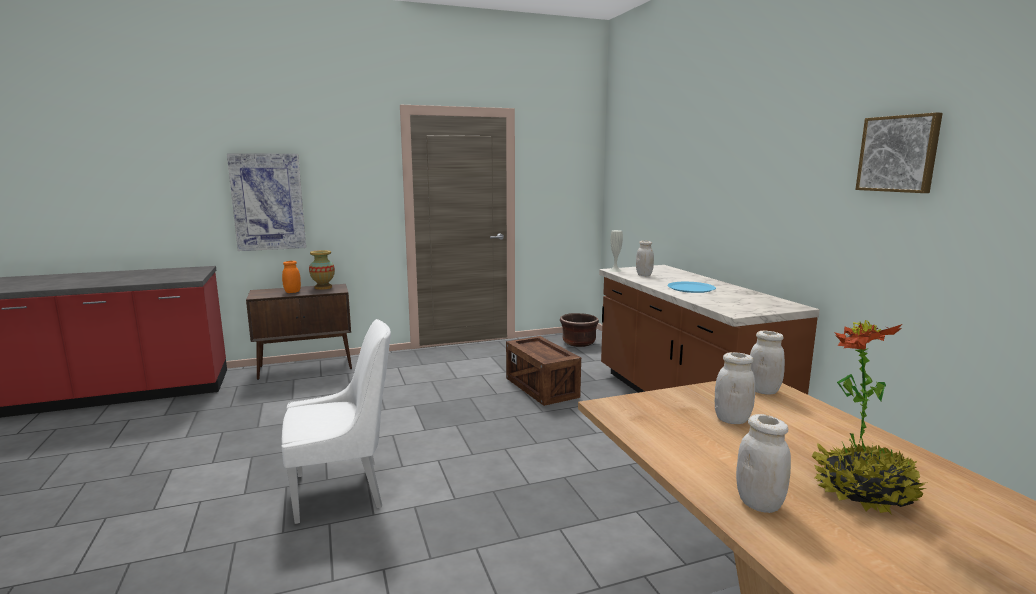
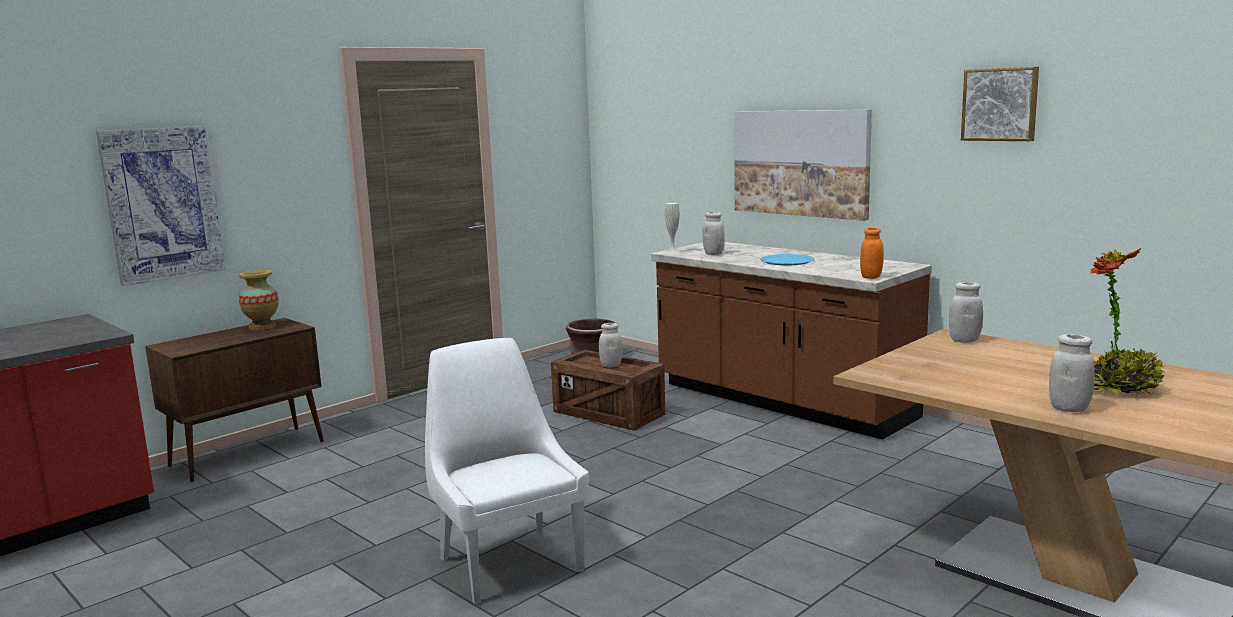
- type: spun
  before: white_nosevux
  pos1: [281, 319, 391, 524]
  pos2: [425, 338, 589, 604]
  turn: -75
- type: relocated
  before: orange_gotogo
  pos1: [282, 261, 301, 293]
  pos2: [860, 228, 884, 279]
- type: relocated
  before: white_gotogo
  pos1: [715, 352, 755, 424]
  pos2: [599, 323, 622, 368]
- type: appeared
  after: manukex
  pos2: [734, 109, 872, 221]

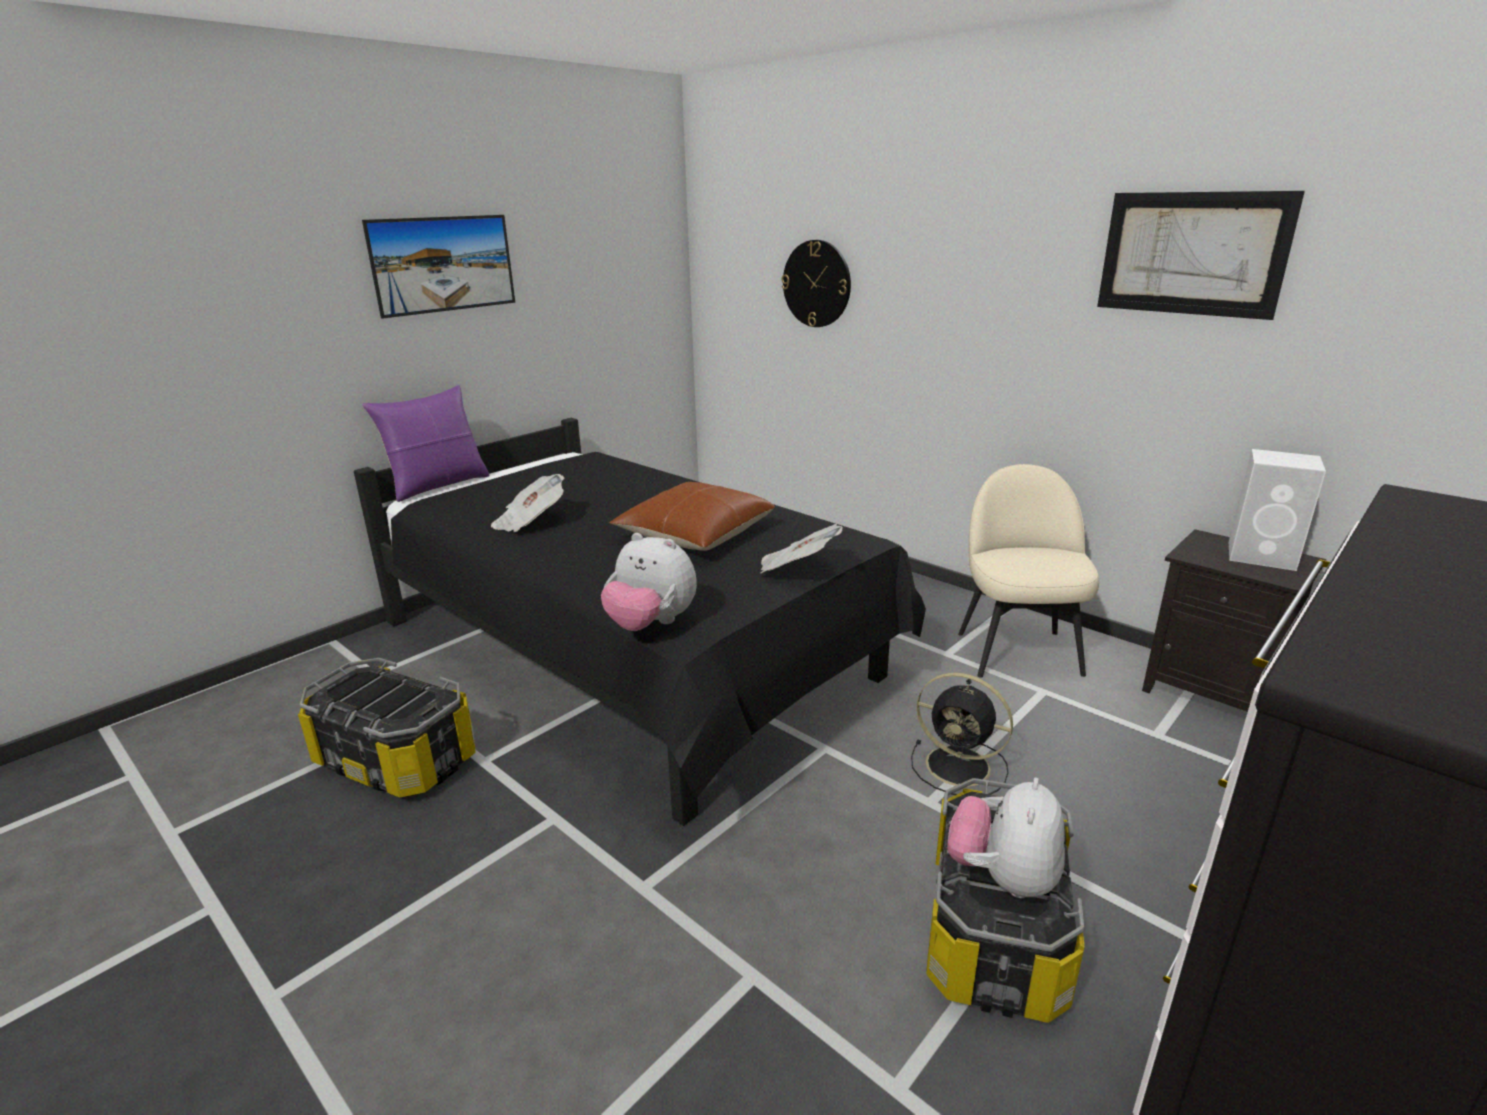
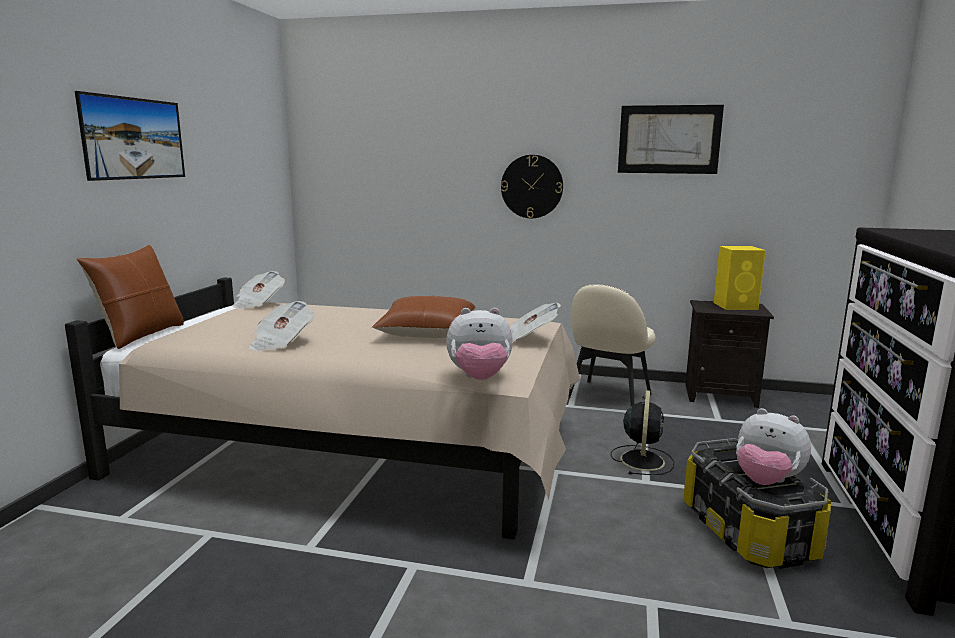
- type: missing
  before: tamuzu
  pos1: [298, 658, 475, 797]
- type: colour
  before: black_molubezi
  after: beige_molubezi
  pos1: [354, 418, 926, 826]
  pos2: [65, 278, 580, 540]
- type: colour
  before: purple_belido
  after: brown_belido
  pos1: [362, 385, 490, 502]
  pos2: [77, 245, 184, 349]
- type: relocated
  before: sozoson
  pos1: [782, 240, 851, 327]
  pos2: [501, 155, 563, 218]
- type: spun
  before: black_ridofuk
  pos1: [911, 673, 1013, 795]
  pos2: [611, 390, 674, 475]
  turn: -75
- type: spun
  before: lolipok
  pos1: [947, 777, 1065, 898]
  pos2: [736, 408, 811, 485]
  turn: -45
- type: spun
  before: beige_nosevux
  pos1: [958, 464, 1099, 678]
  pos2: [568, 285, 656, 406]
  turn: -120
- type: colour
  before: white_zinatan
  after: yellow_zinatan
  pos1: [1229, 449, 1326, 571]
  pos2: [714, 246, 766, 310]
- type: appeared
  after: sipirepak
  pos2: [233, 271, 285, 309]

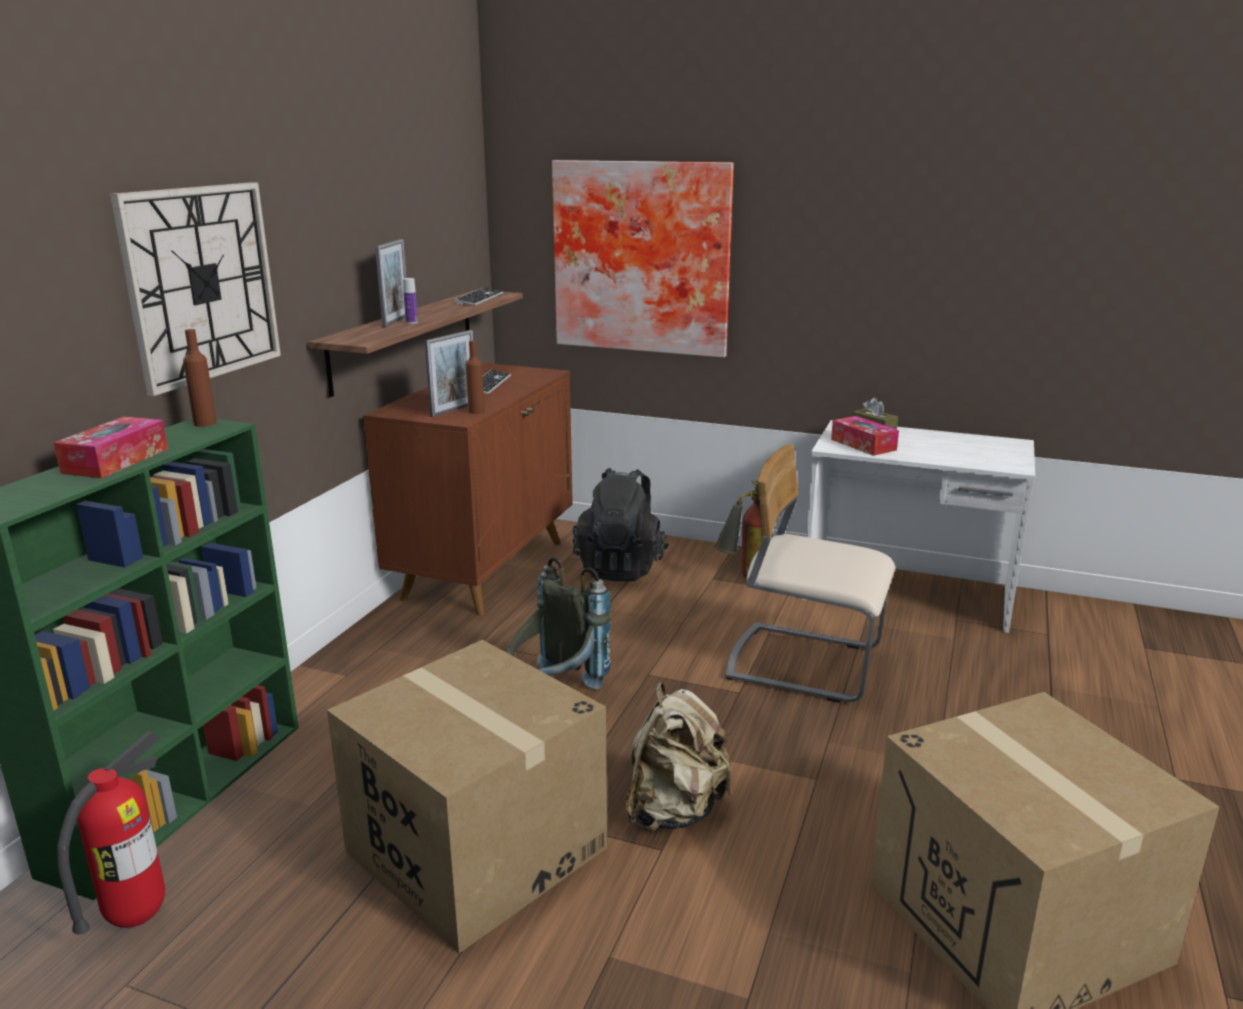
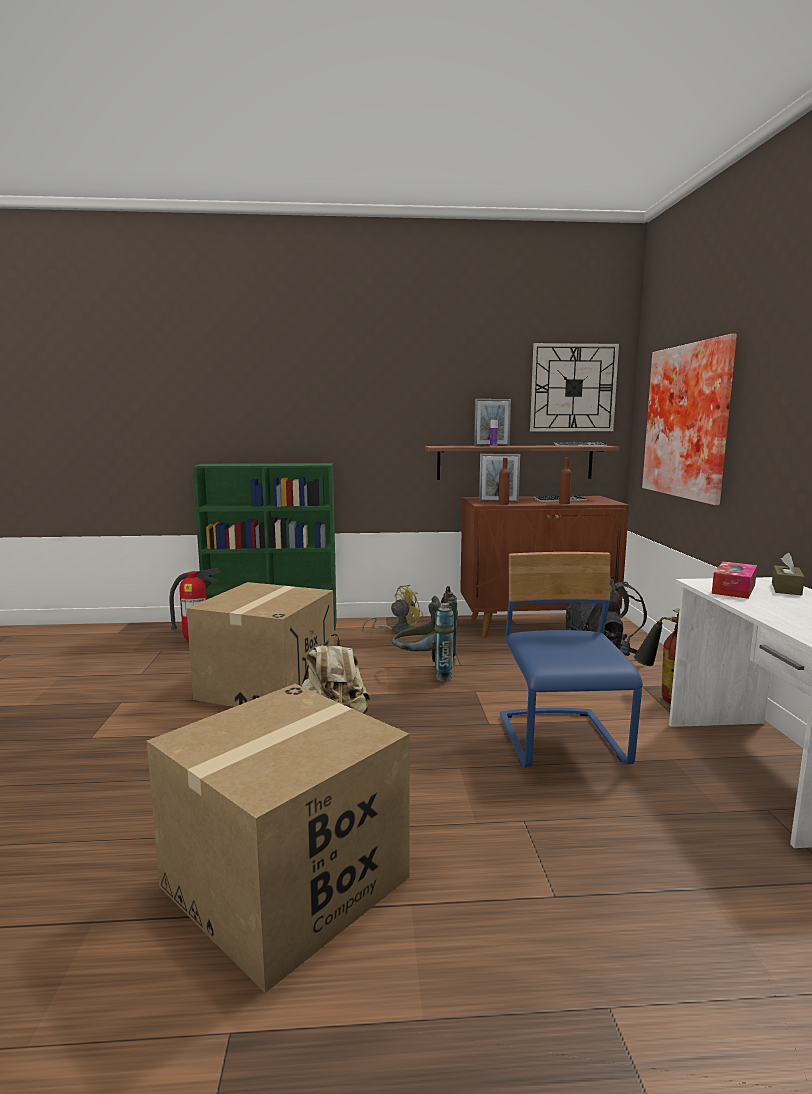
- type: missing
  before: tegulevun
  pos1: [54, 416, 168, 478]
- type: relocated
  before: sozoson
  pos1: [110, 182, 281, 396]
  pos2: [530, 343, 619, 431]
- type: relocated
  before: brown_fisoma
  pos1: [183, 329, 217, 427]
  pos2: [559, 458, 572, 504]
- type: colour
  before: beige_nosevux
  after: blue_nosevux
  pos1: [726, 444, 895, 703]
  pos2: [500, 552, 643, 768]
- type: appeared
  after: yellow_ridofuk
  pos2: [362, 585, 423, 634]

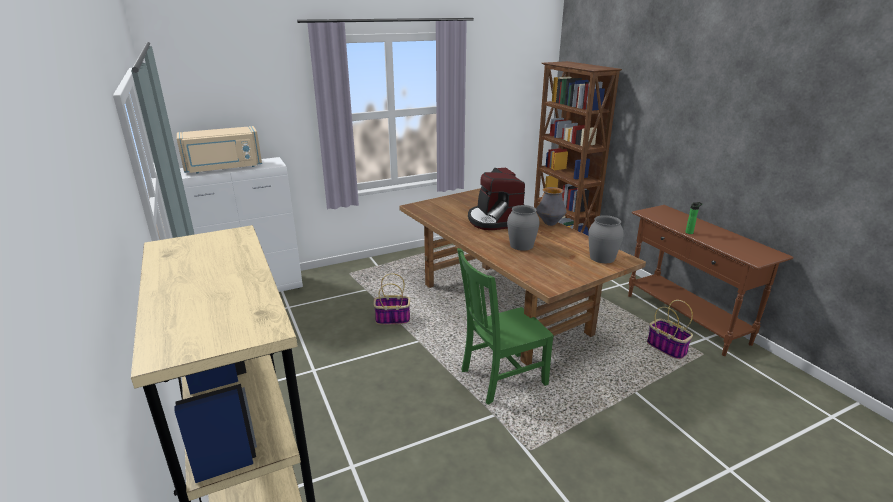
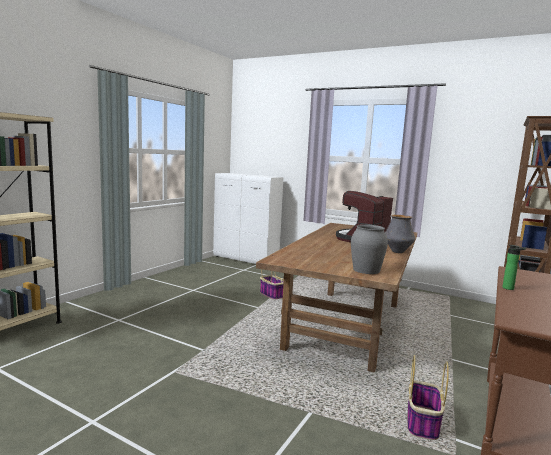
- type: missing
  before: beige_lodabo
  pos1: [177, 126, 262, 173]
- type: missing
  before: green_nosevux
  pos1: [457, 248, 554, 405]
- type: missing
  before: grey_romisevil
  pos1: [507, 205, 540, 251]

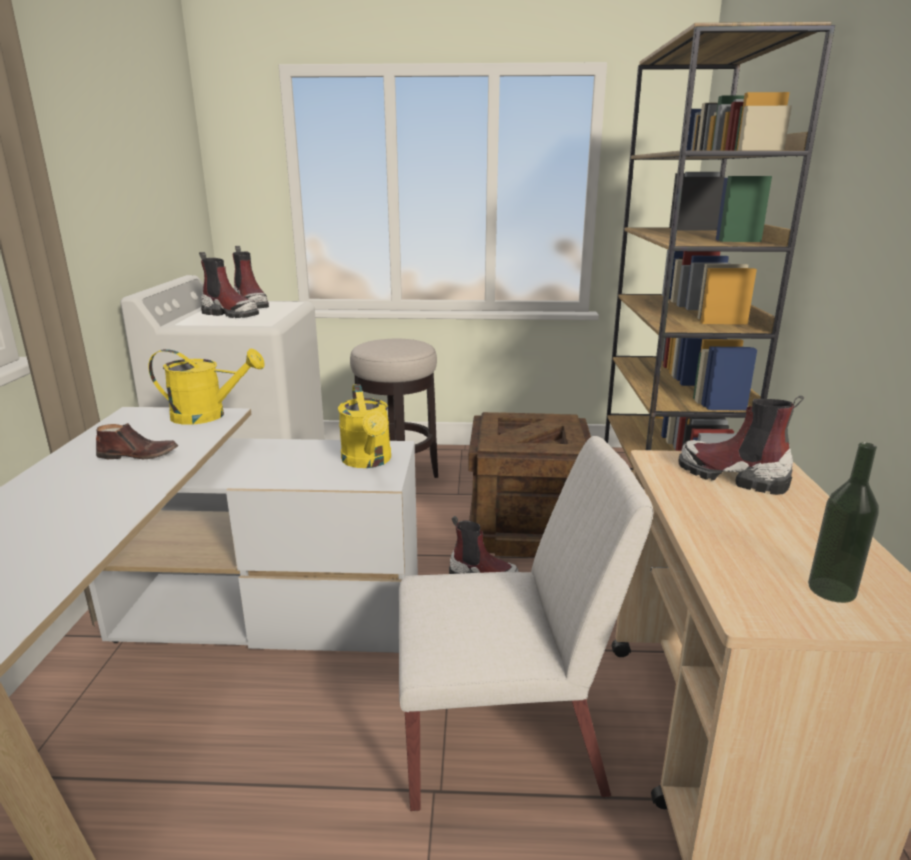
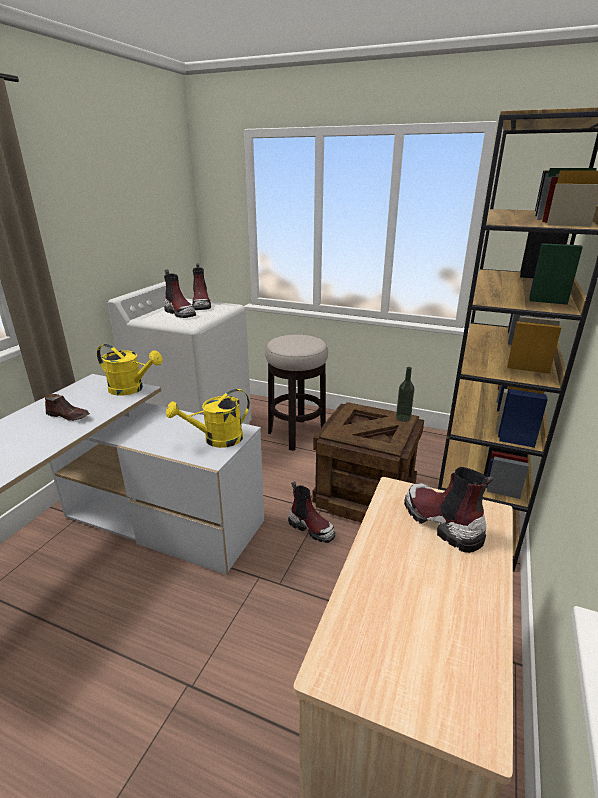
- type: spun
  before: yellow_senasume
  pos1: [338, 384, 391, 468]
  pos2: [166, 389, 250, 448]
  turn: 60
- type: missing
  before: white_nosevux
  pos1: [399, 436, 653, 811]
- type: relocated
  before: fisoma
  pos1: [808, 442, 879, 603]
  pos2: [396, 367, 415, 422]

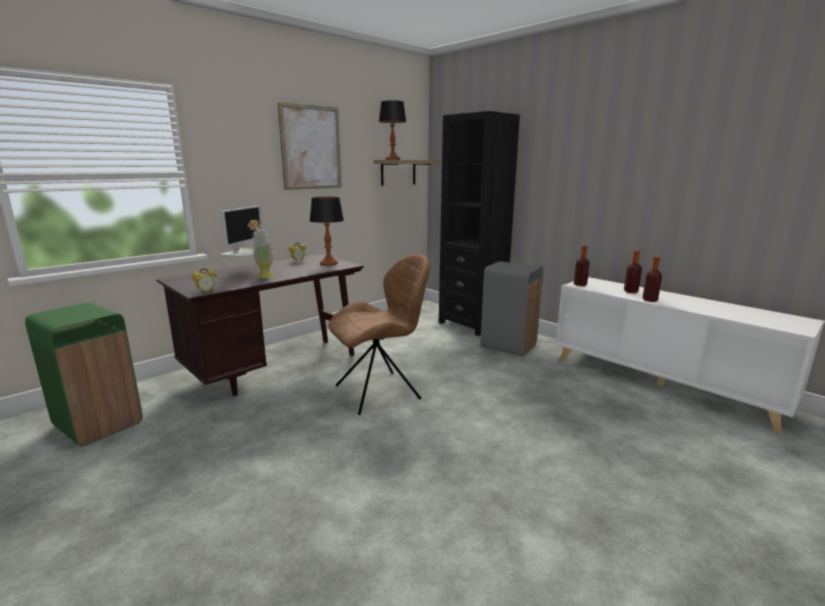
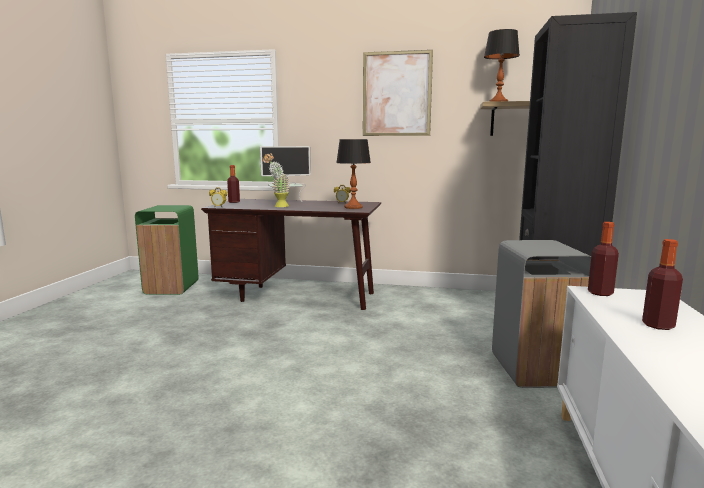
- type: missing
  before: brown_nosevux
  pos1: [328, 254, 430, 415]
- type: relocated
  before: fisoma
  pos1: [643, 256, 662, 302]
  pos2: [227, 165, 240, 203]

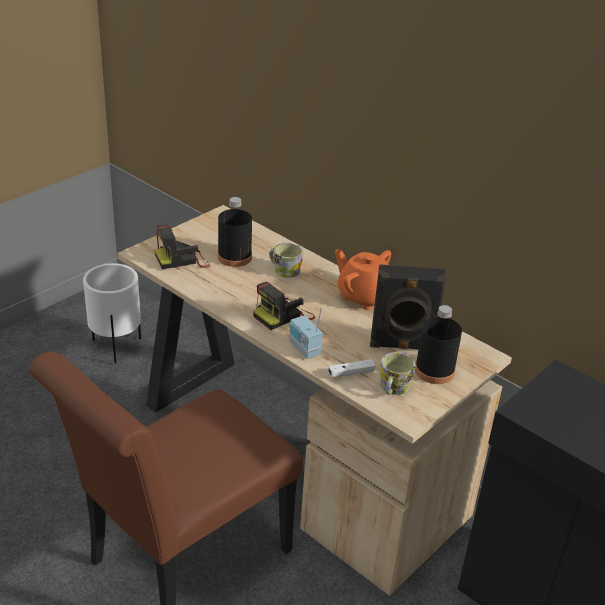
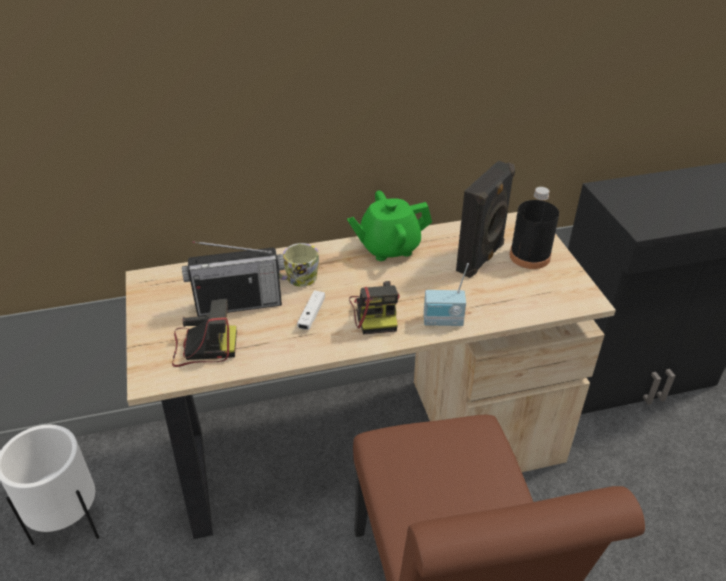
- type: spun
  before: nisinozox
  pos1: [155, 225, 210, 269]
  pos2: [172, 299, 237, 367]
  turn: -105
- type: exchanged
  before: black_fisoma
  after: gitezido
  pos1: [218, 197, 252, 267]
  pos2: [182, 241, 285, 316]
- type: relocated
  before: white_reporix
  pos1: [328, 359, 376, 377]
  pos2: [297, 291, 325, 330]
- type: colour
  before: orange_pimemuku
  after: green_pimemuku
  pos1: [335, 249, 391, 310]
  pos2: [347, 191, 432, 261]
- type: missing
  before: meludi
  pos1: [380, 352, 415, 395]

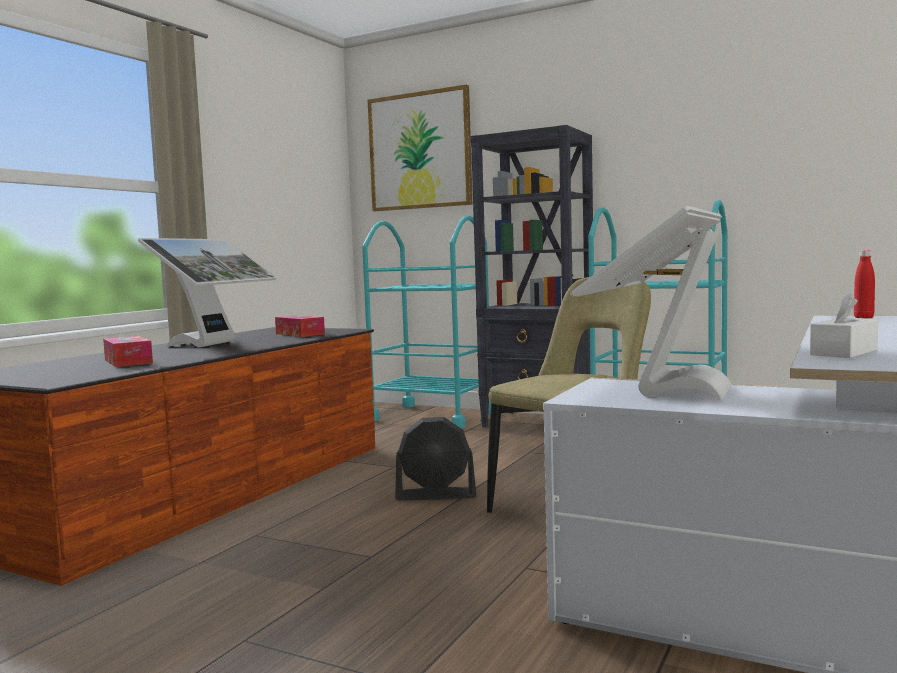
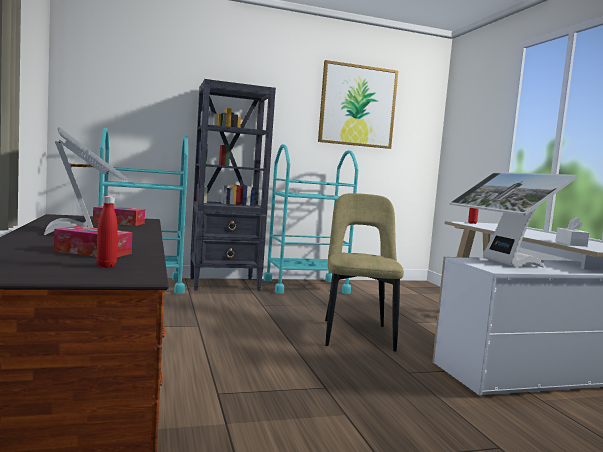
- type: relocated
  before: manukex
  pos1: [368, 84, 473, 211]
  pos2: [318, 60, 398, 149]
- type: missing
  before: black_ridofuk
  pos1: [395, 417, 476, 501]
- type: appeared
  after: red_fisoma
  pos2: [96, 196, 118, 268]

